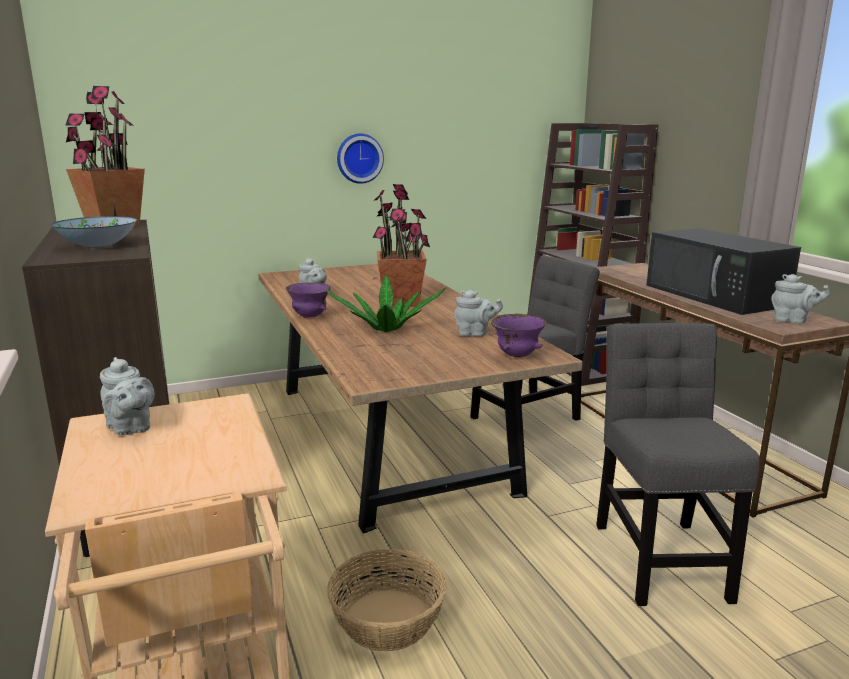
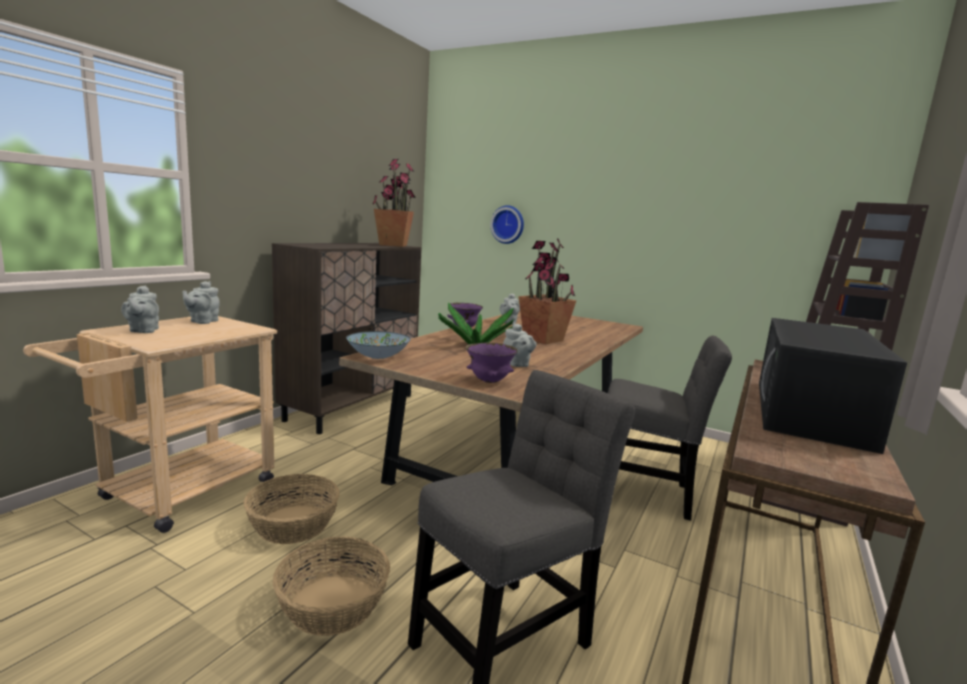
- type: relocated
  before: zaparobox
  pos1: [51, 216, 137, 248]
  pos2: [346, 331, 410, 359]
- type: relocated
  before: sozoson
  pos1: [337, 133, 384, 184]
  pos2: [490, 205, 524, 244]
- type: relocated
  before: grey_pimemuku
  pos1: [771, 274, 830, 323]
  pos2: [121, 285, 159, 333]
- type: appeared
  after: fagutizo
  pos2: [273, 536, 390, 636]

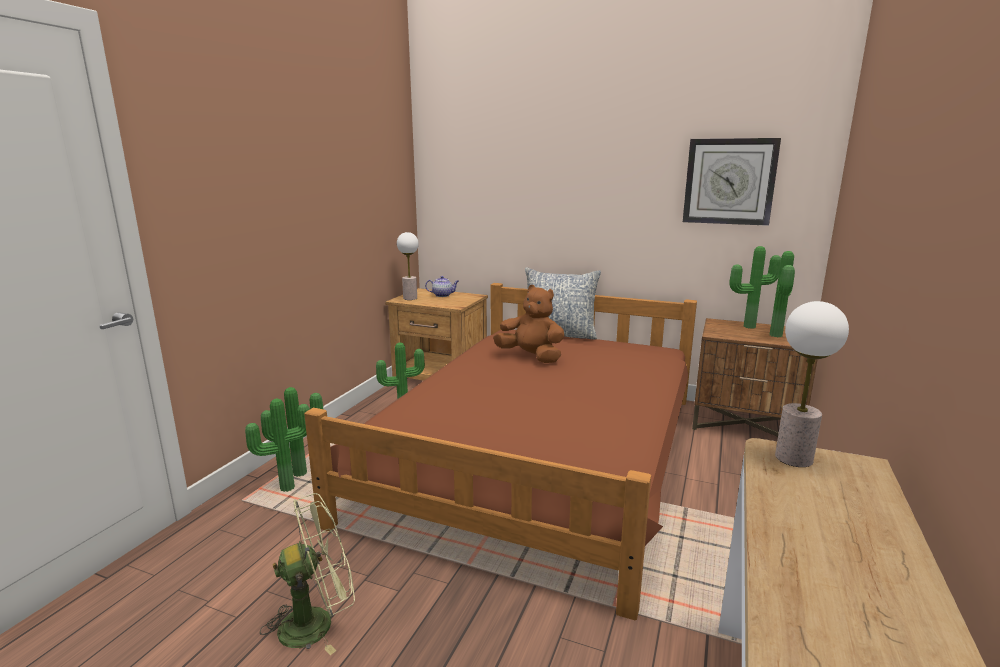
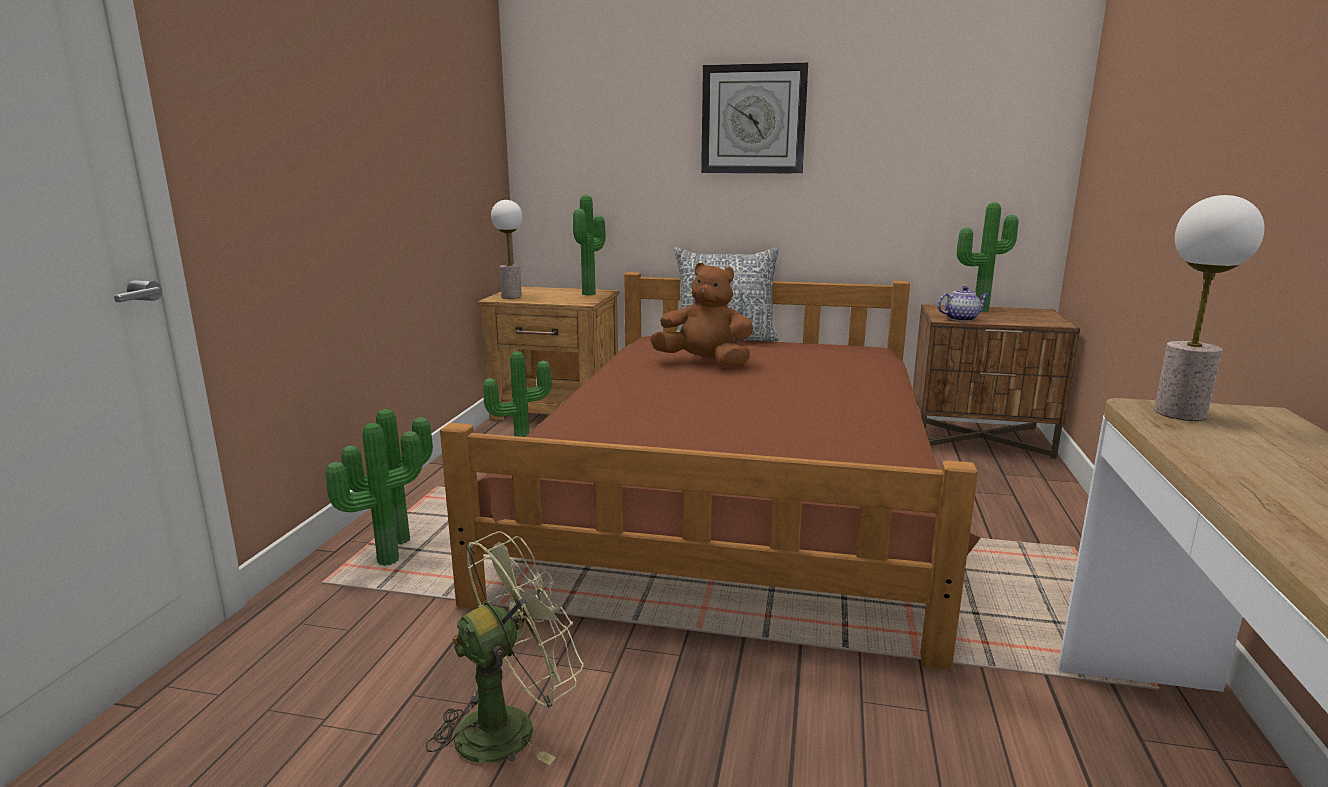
- type: relocated
  before: pimemuku
  pos1: [425, 276, 459, 297]
  pos2: [937, 286, 989, 321]
- type: relocated
  before: sozoson
  pos1: [683, 138, 781, 226]
  pos2: [701, 63, 808, 174]
- type: relocated
  before: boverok
  pos1: [769, 251, 795, 337]
  pos2: [573, 195, 606, 295]

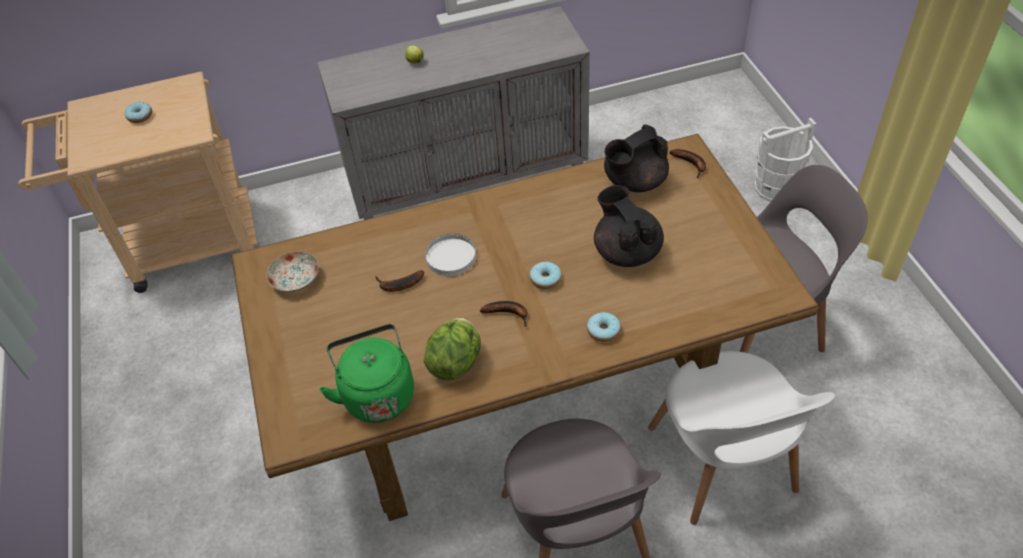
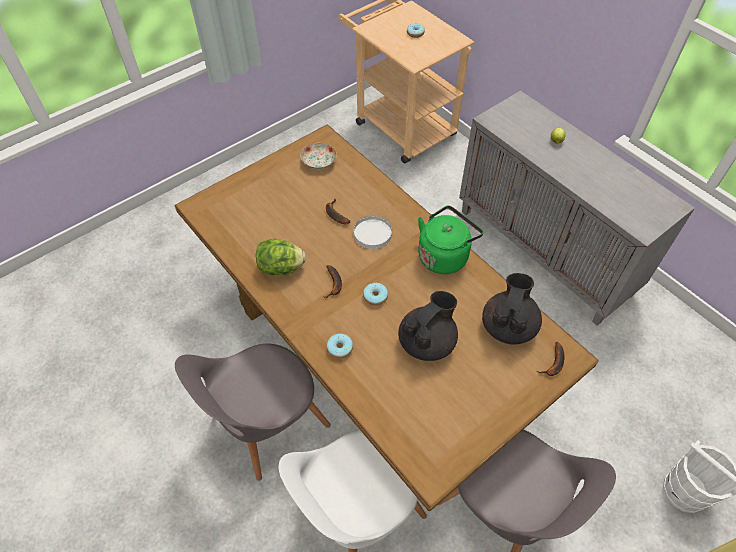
- type: relocated
  before: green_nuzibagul
  pos1: [319, 324, 414, 423]
  pos2: [418, 205, 483, 274]
- type: spun
  before: black_pimemuku
  pos1: [604, 124, 669, 192]
  pos2: [482, 273, 542, 344]
  turn: 75

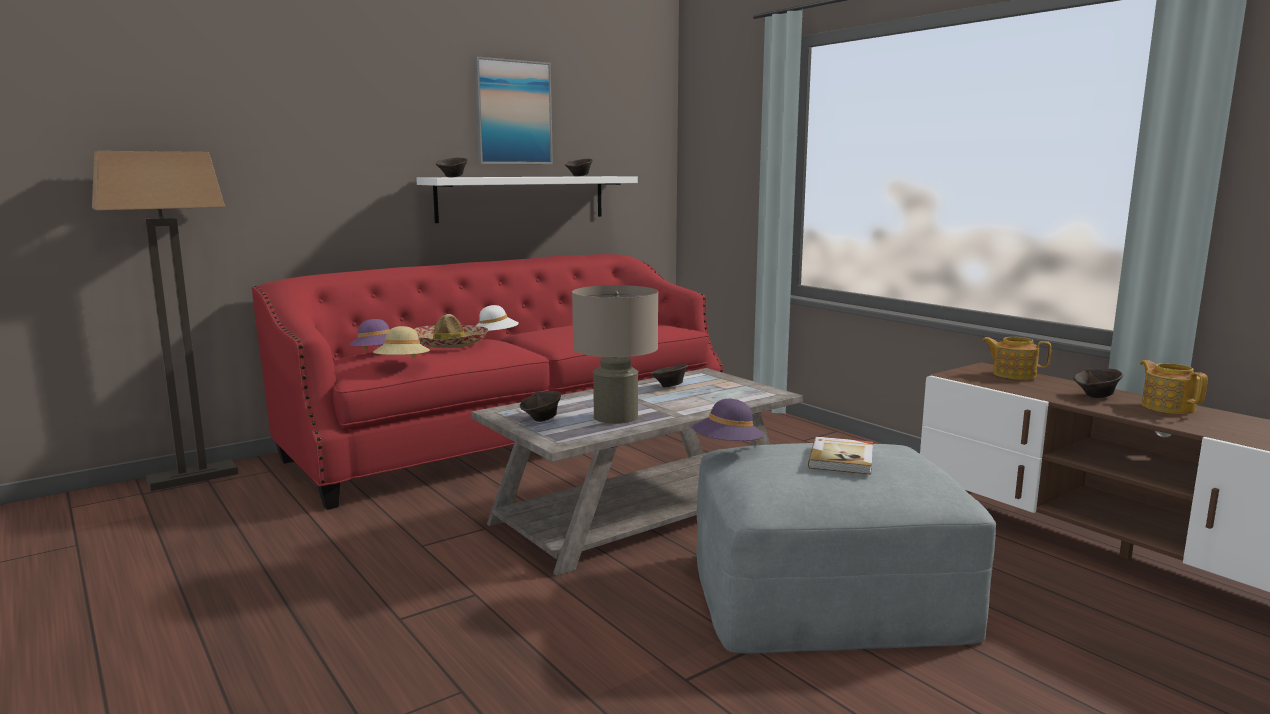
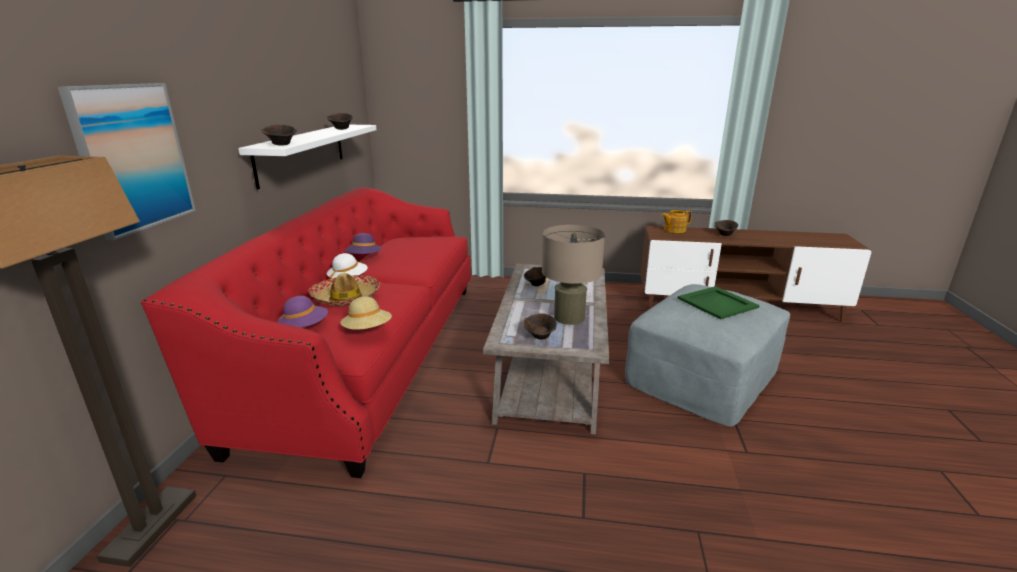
- type: relocated
  before: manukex
  pos1: [474, 57, 553, 164]
  pos2: [58, 83, 196, 240]
- type: relocated
  before: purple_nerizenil
  pos1: [692, 399, 764, 443]
  pos2: [345, 233, 382, 254]
- type: exchanged
  before: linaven
  after: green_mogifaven
  pos1: [808, 437, 873, 475]
  pos2: [678, 286, 760, 320]
- type: missing
  before: pimemuku
  pos1: [1140, 360, 1208, 414]

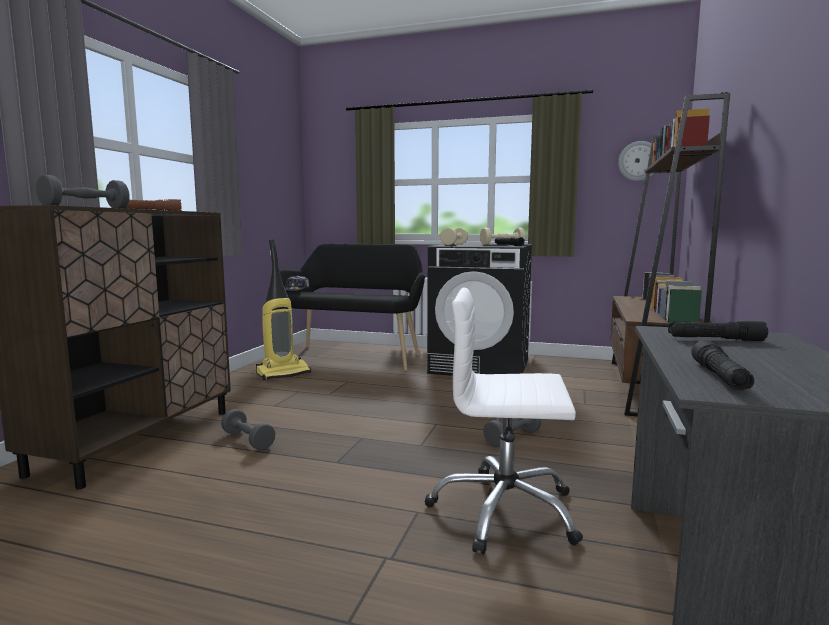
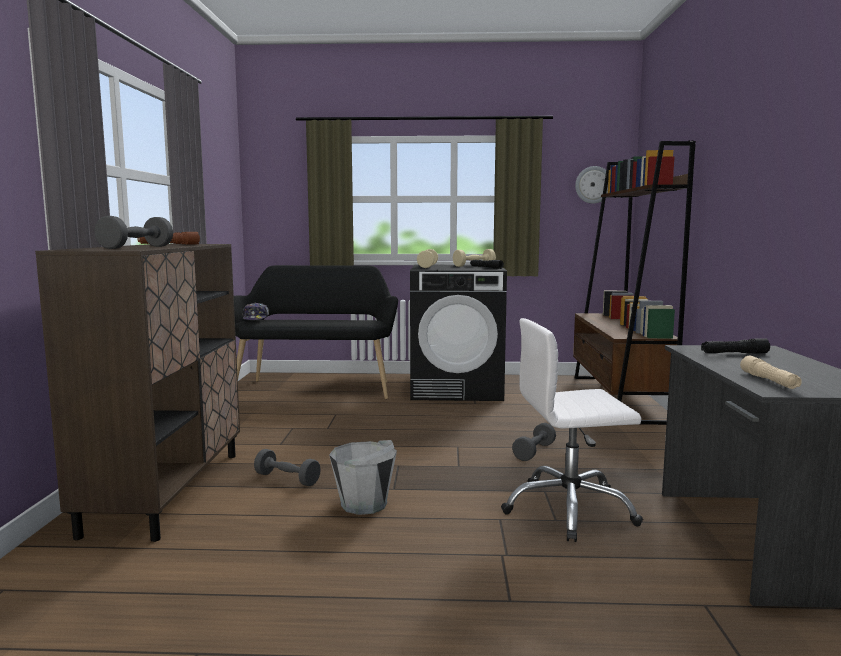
- type: missing
  before: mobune
  pos1: [256, 239, 311, 380]
- type: colour
  before: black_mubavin
  after: beige_mubavin
  pos1: [691, 340, 754, 391]
  pos2: [740, 356, 802, 389]
- type: appeared
  after: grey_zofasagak
  pos2: [329, 440, 397, 515]

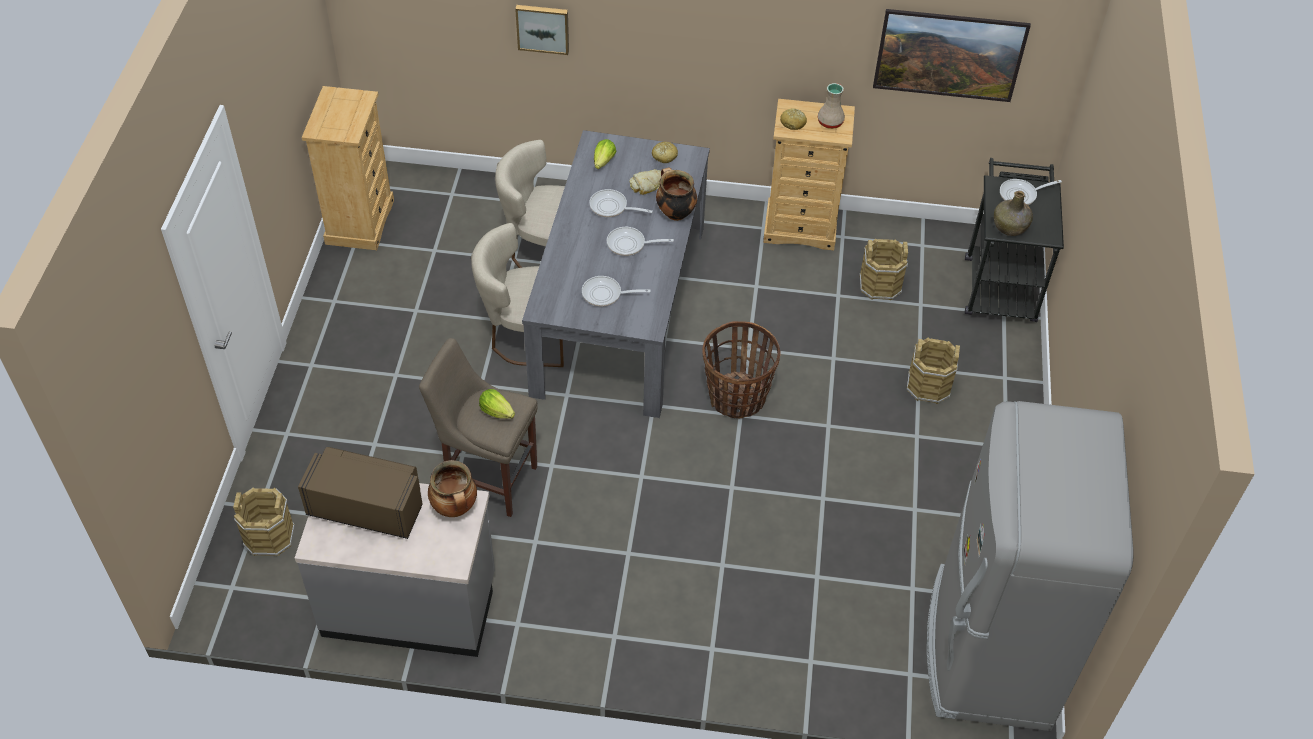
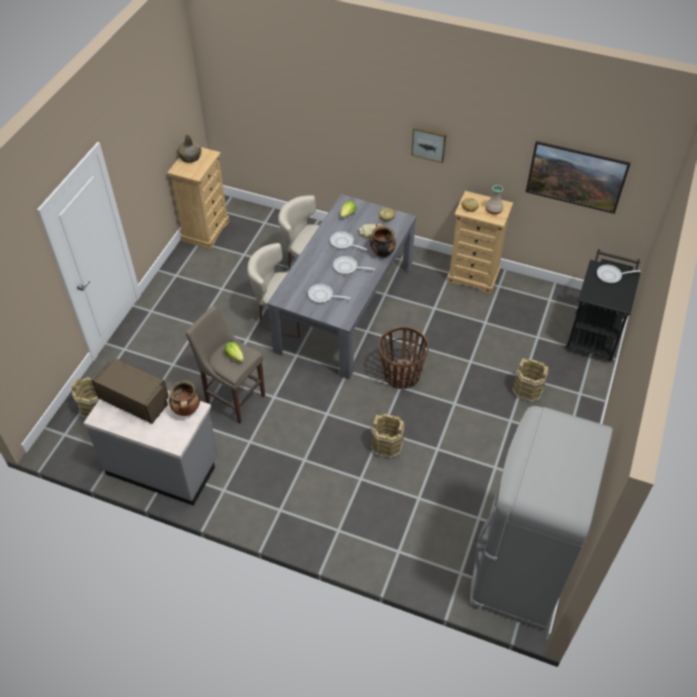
- type: relocated
  before: manukex
  pos1: [515, 5, 569, 55]
  pos2: [411, 126, 447, 163]
- type: relocated
  before: brown_zofasagak
  pos1: [859, 239, 908, 301]
  pos2: [371, 414, 405, 459]
- type: relocated
  before: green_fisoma
  pos1: [994, 191, 1033, 236]
  pos2: [178, 134, 201, 163]

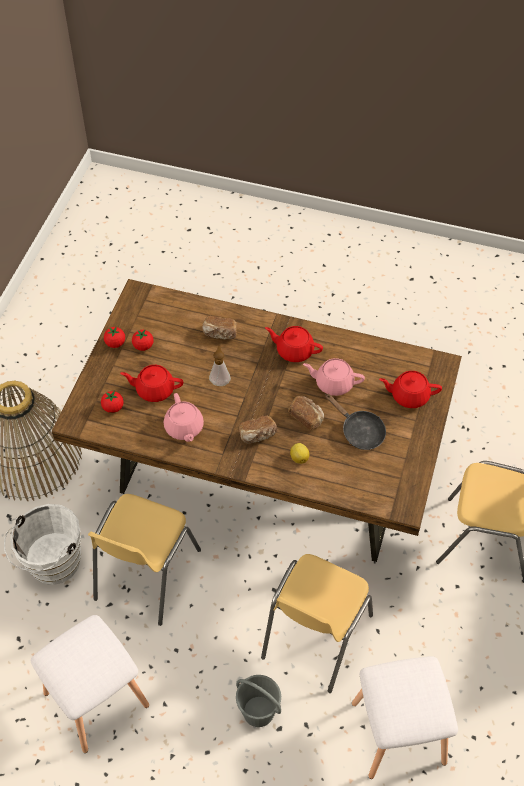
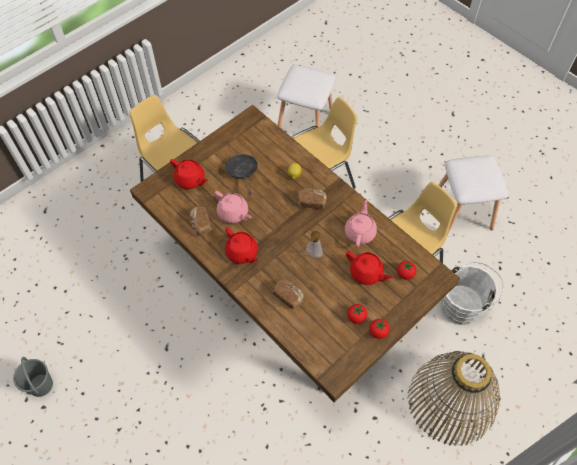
- type: relocated
  before: grey_zofasagak
  pos1: [236, 675, 281, 727]
  pos2: [13, 357, 53, 397]
- type: relocated
  before: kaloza
  pos1: [288, 396, 324, 430]
  pos2: [190, 207, 212, 236]

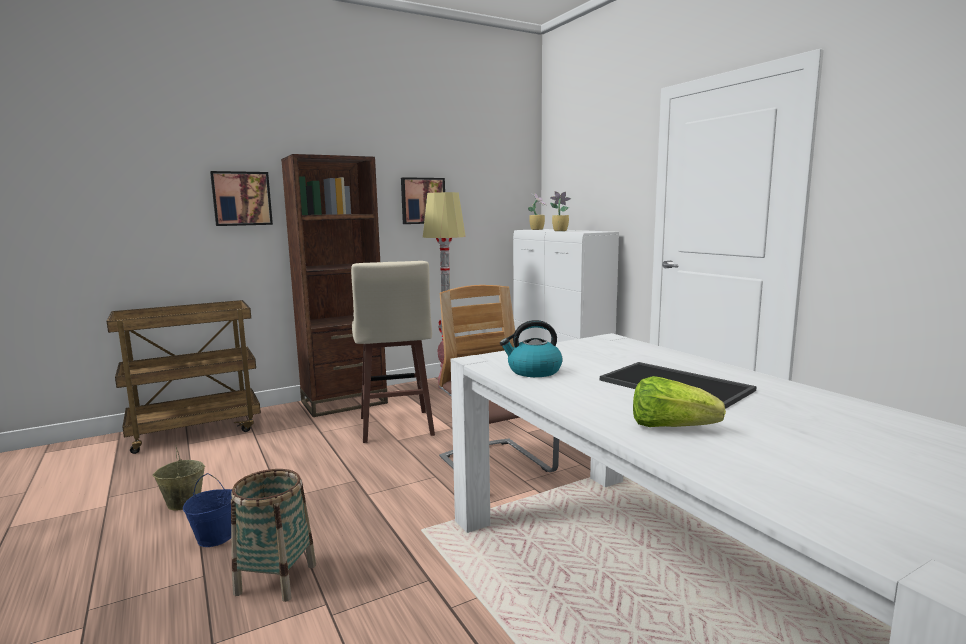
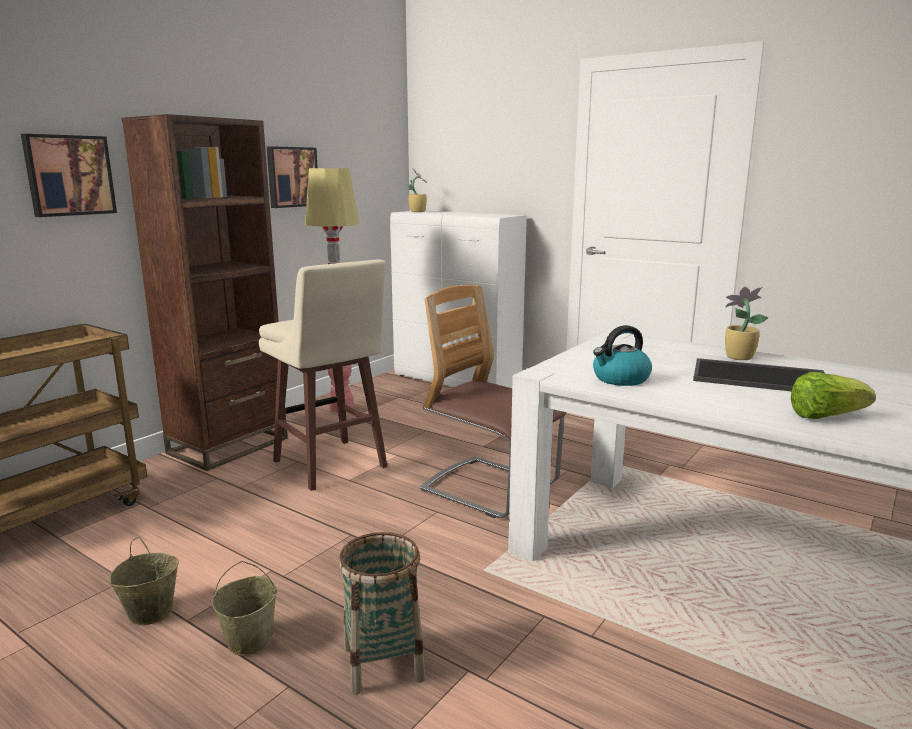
- type: colour
  before: blue_zofasagak
  after: beige_zofasagak
  pos1: [183, 473, 232, 547]
  pos2: [212, 561, 277, 656]
- type: relocated
  before: boverok
  pos1: [550, 191, 571, 231]
  pos2: [725, 287, 769, 360]

